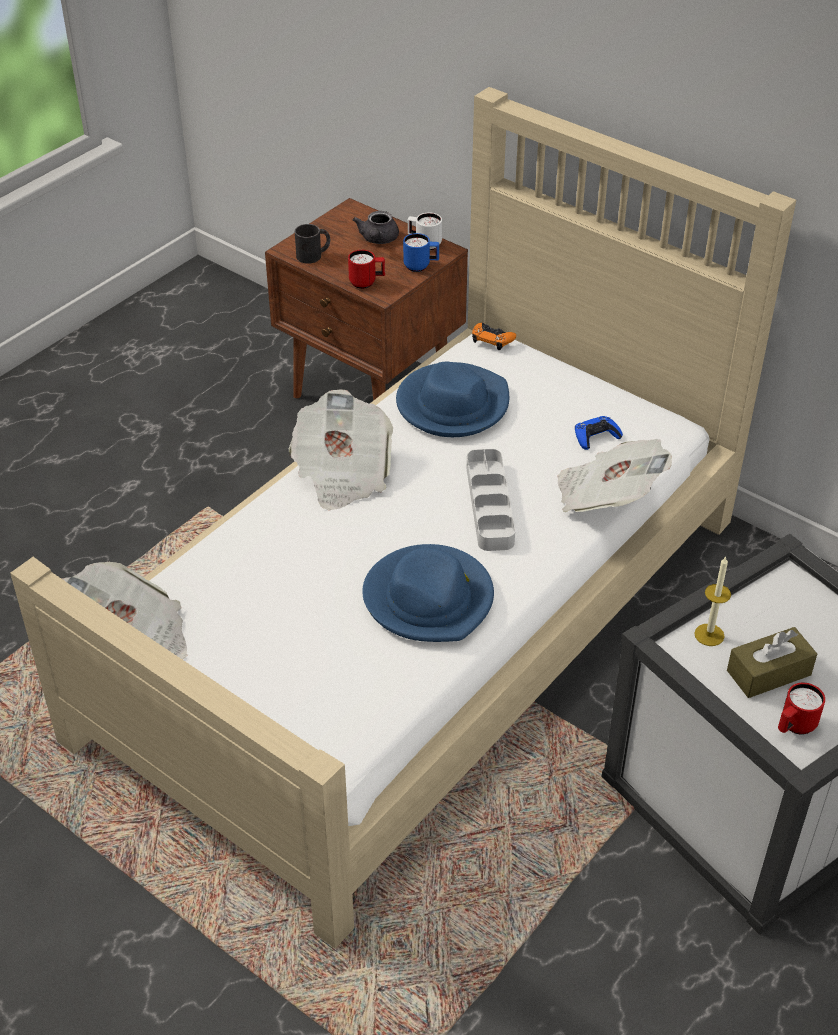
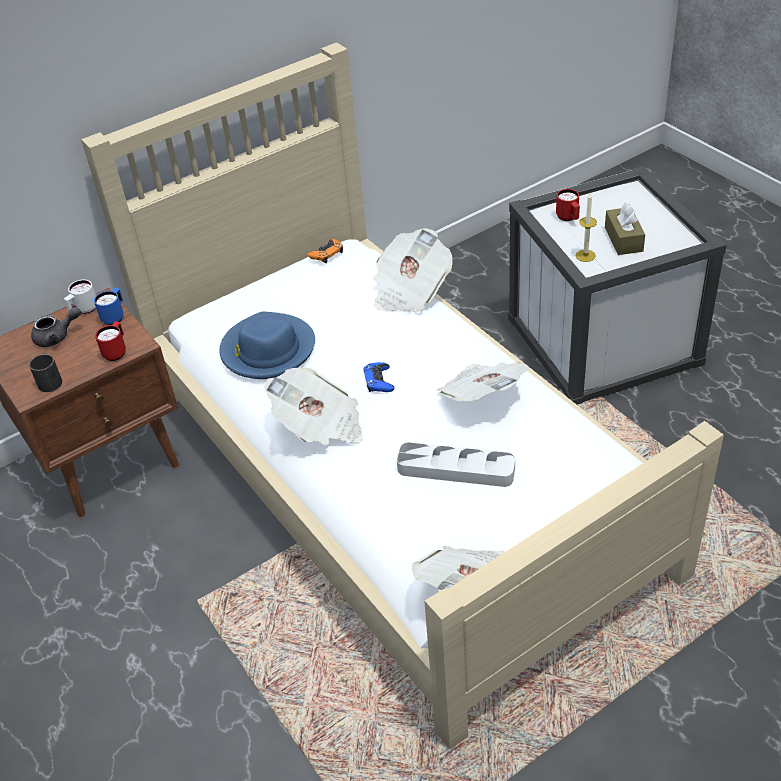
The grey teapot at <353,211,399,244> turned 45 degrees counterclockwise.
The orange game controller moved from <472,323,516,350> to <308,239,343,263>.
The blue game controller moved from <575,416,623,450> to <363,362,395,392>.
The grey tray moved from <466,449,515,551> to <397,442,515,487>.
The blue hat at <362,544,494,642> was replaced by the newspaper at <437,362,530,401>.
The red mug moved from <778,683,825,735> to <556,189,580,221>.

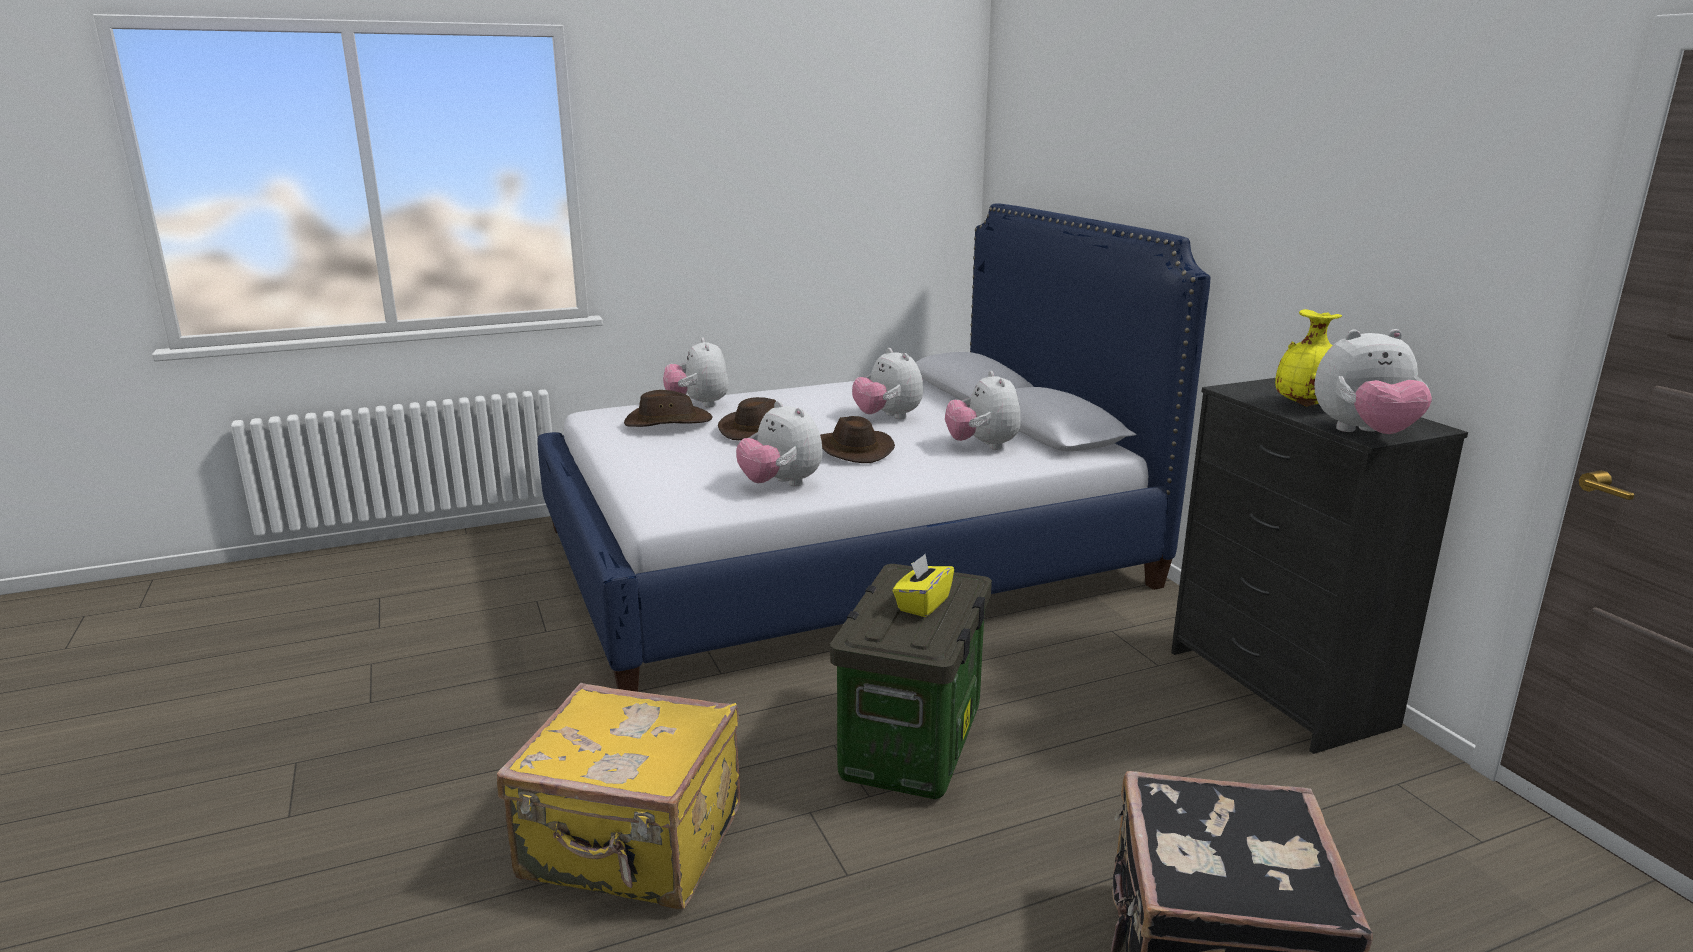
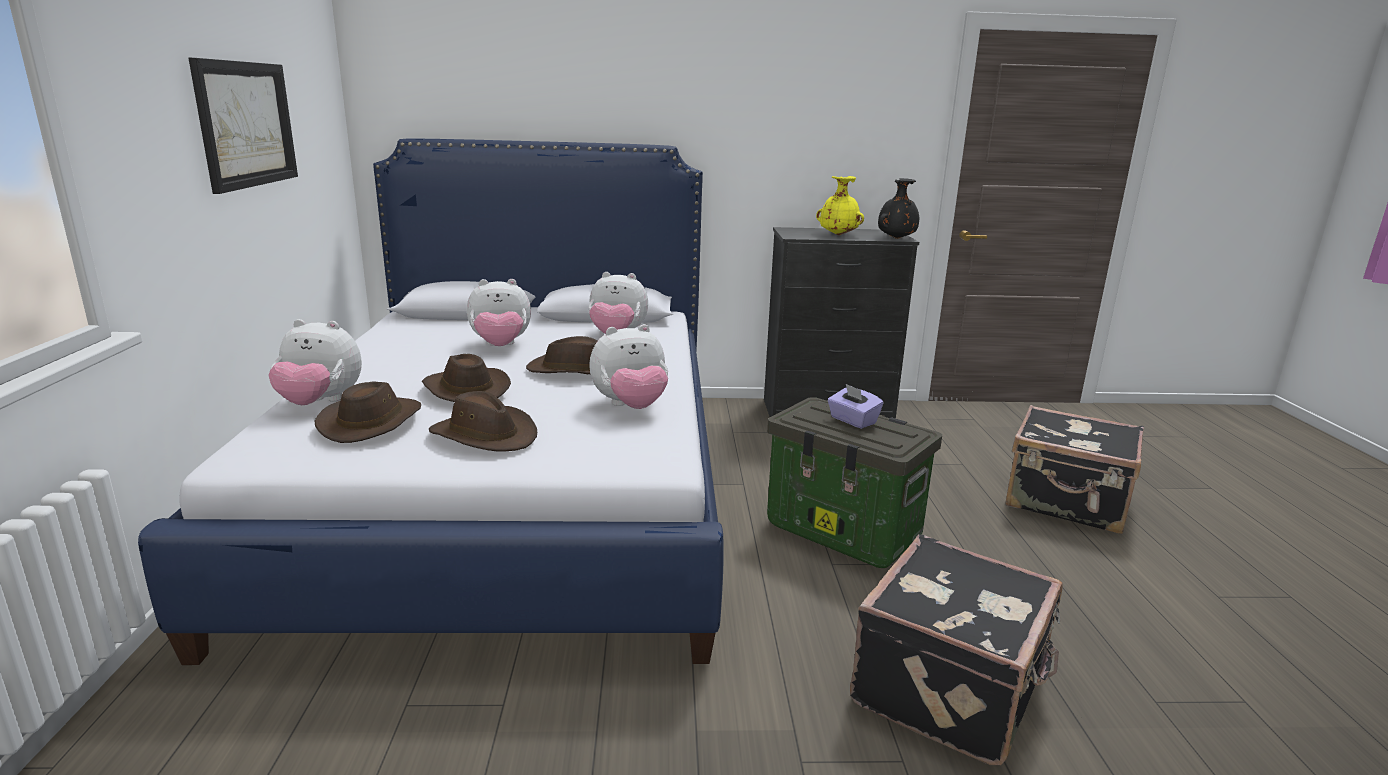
The picture at <189,58,298,194> appeared.
The brown hat at <429,391,537,452> appeared.
The yellow tissue box at <893,554,954,617> became the purple tissue box at <828,384,884,429>.
The yellow suitcase at <497,683,740,909> became the black suitcase at <850,534,1063,765>.
The plush toy at <1314,329,1432,434> was replaced by the black vase at <878,178,919,239>.

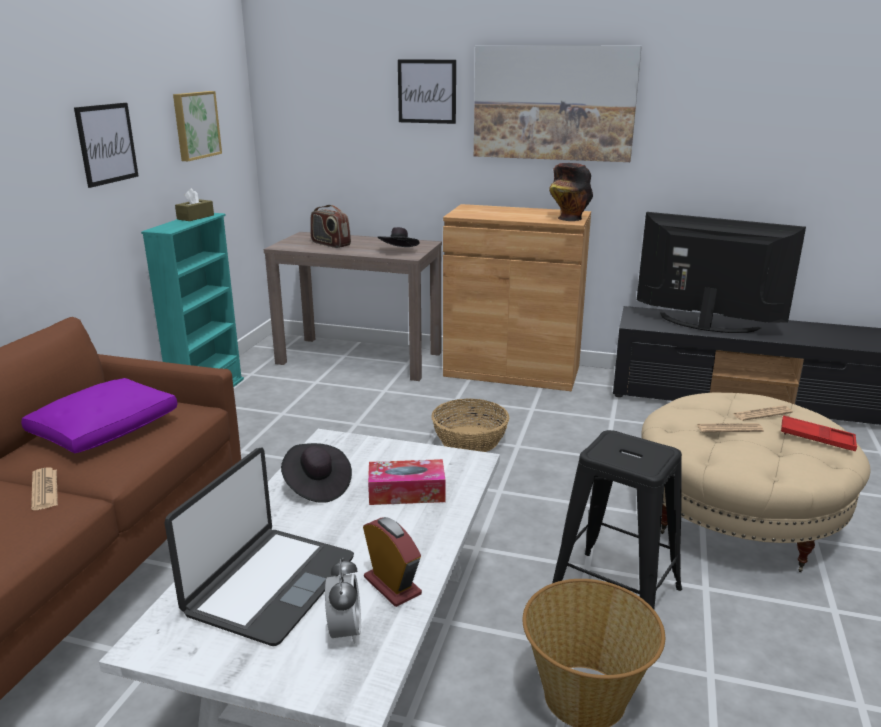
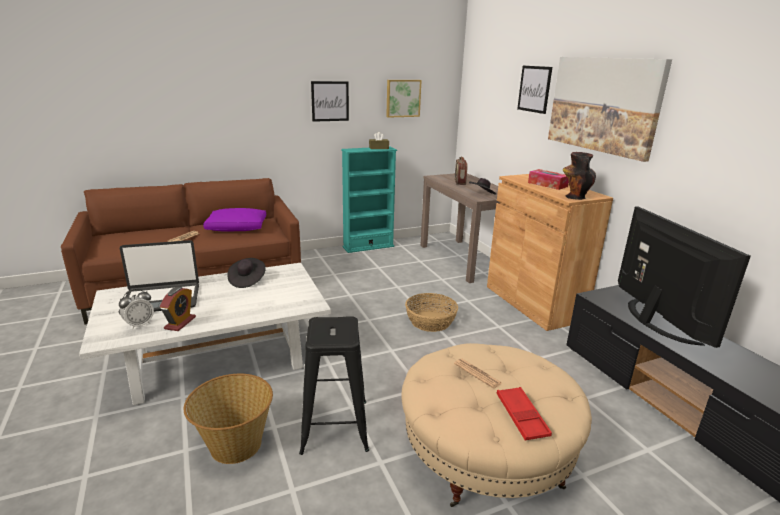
The tissue box moved from <368,459,445,505> to <528,169,569,190>.
The newspaper at <733,406,793,421> disappeared.

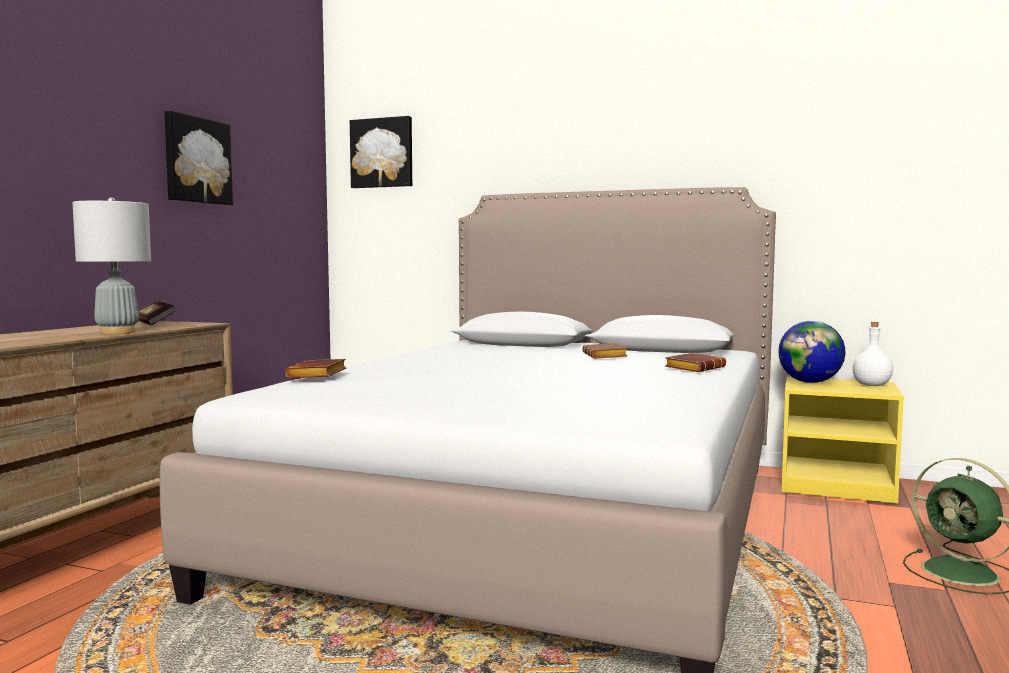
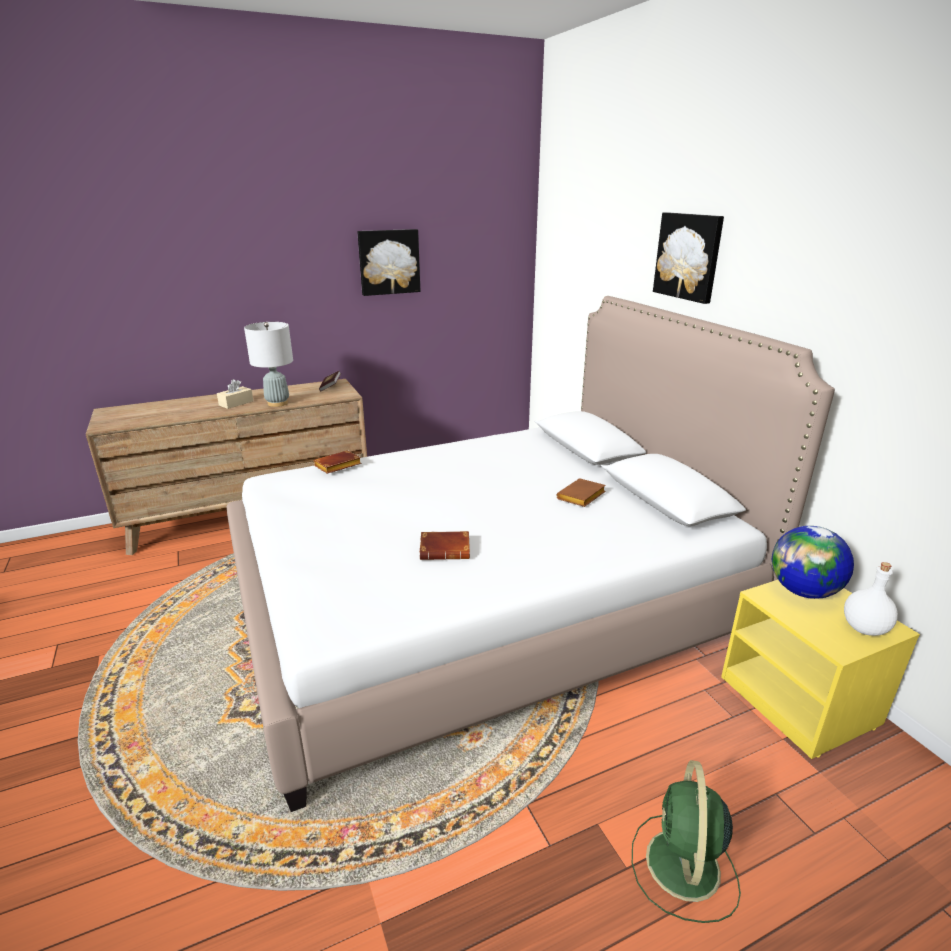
The beige tissue box at <217,379,253,409> appeared.
The brown book moved from <665,353,726,372> to <420,531,470,560>.
The picture moved from <350,116,412,188> to <653,212,724,304>.

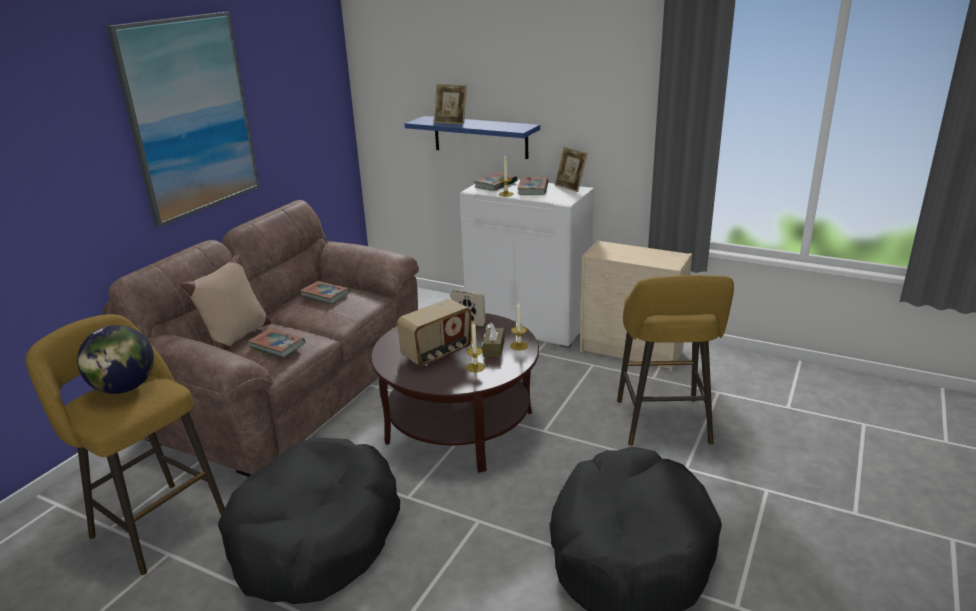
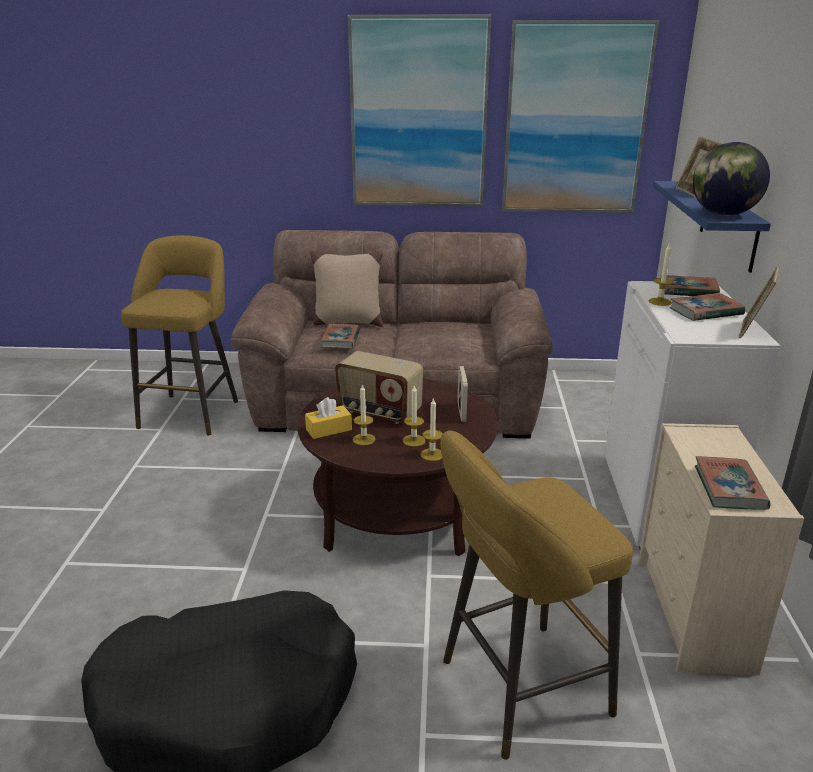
The yellow tissue box at <305,397,352,439> appeared.
The brown tissue box at <482,322,505,357> was replaced by the candle at <403,386,425,447>.
The picture at <502,20,659,213> appeared.
The globe moved from <77,325,154,394> to <693,142,770,216>.
The book moved from <300,281,350,304> to <695,456,771,510>.
The black dog bed at <218,438,400,604> disappeared.

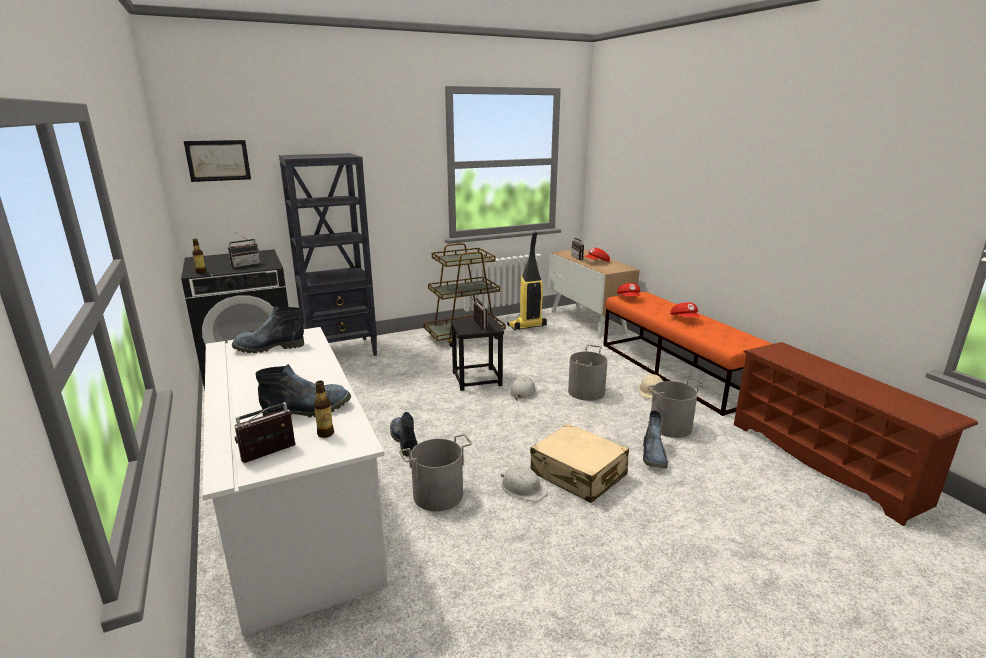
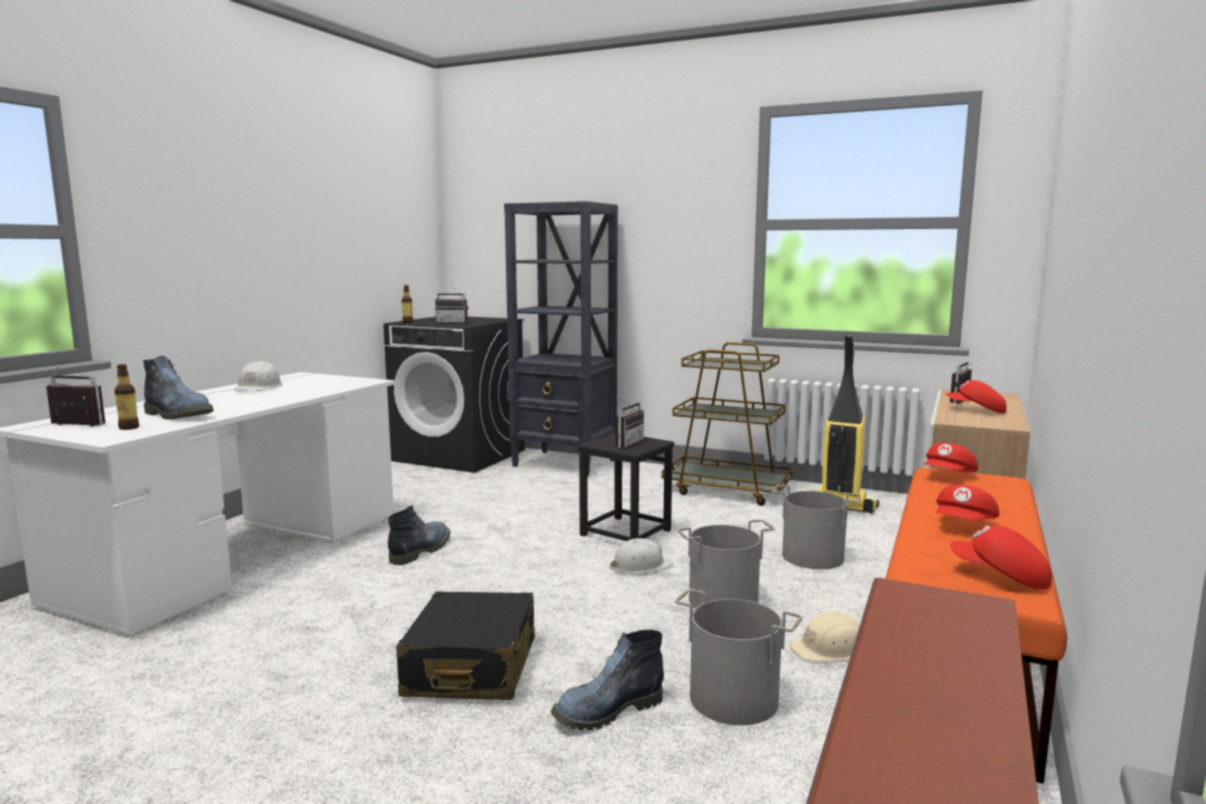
The white hard hat moved from <501,465,548,502> to <234,361,282,391>.
The beige suitcase at <530,424,629,503> became the black suitcase at <396,591,535,700>.
The grey bucket moved from <399,434,472,511> to <772,485,861,569>.
The red cap at <950,525,1052,590> appeared.
The picture at <184,140,251,182> disappeared.
The boot at <232,306,304,353> disappeared.

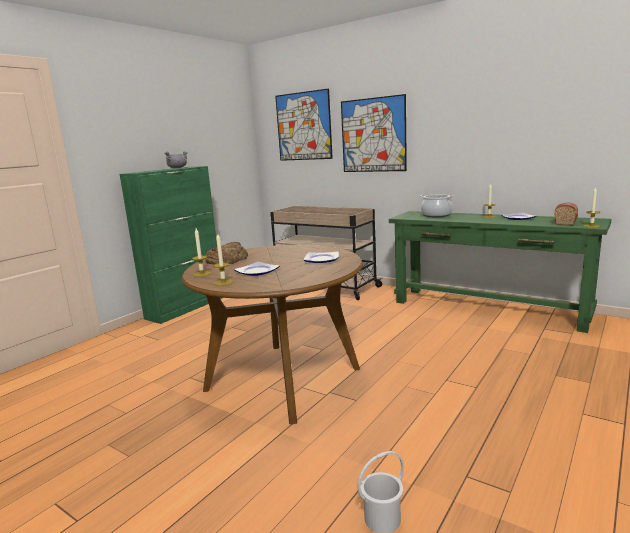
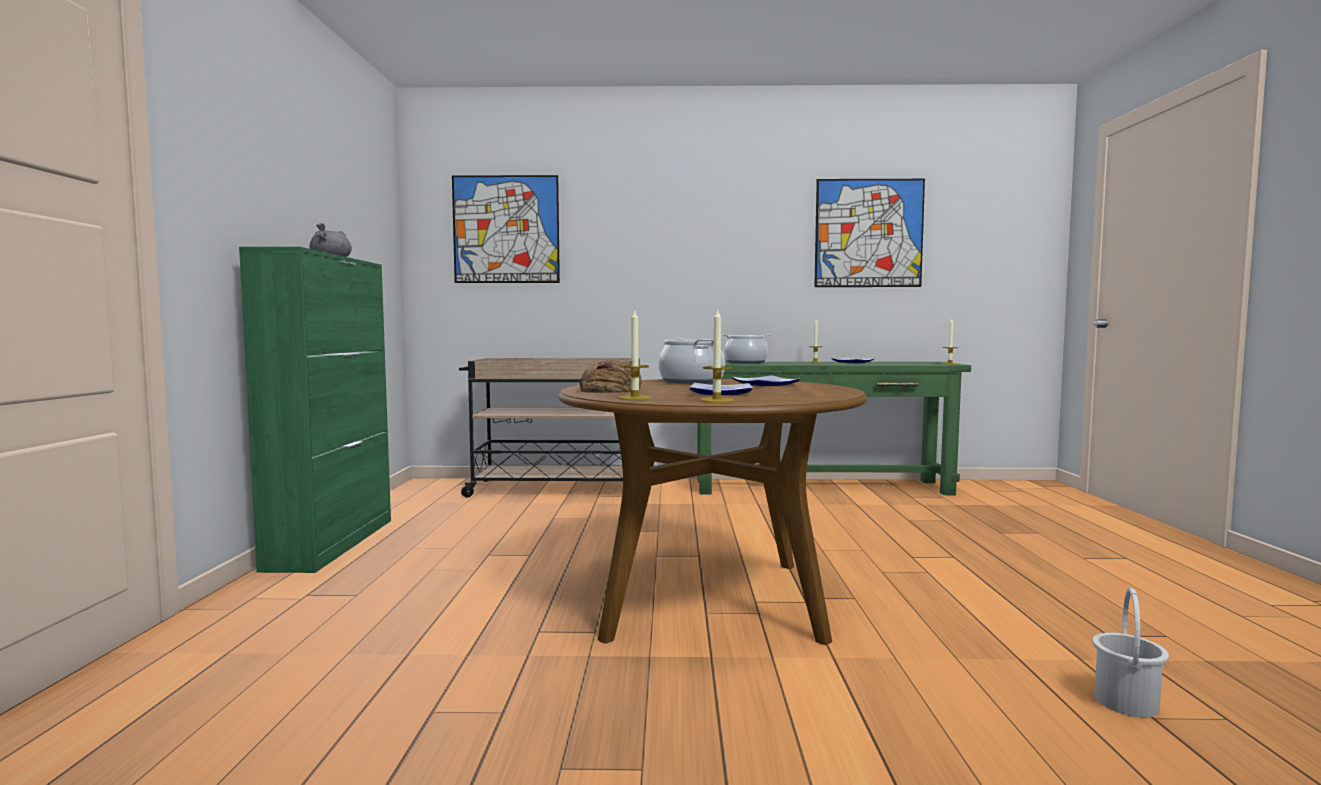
The cooking pot at <658,338,725,384> appeared.
The picture moved from <341,94,407,172> to <814,179,925,287>.
The bread at <555,203,578,225> disappeared.

